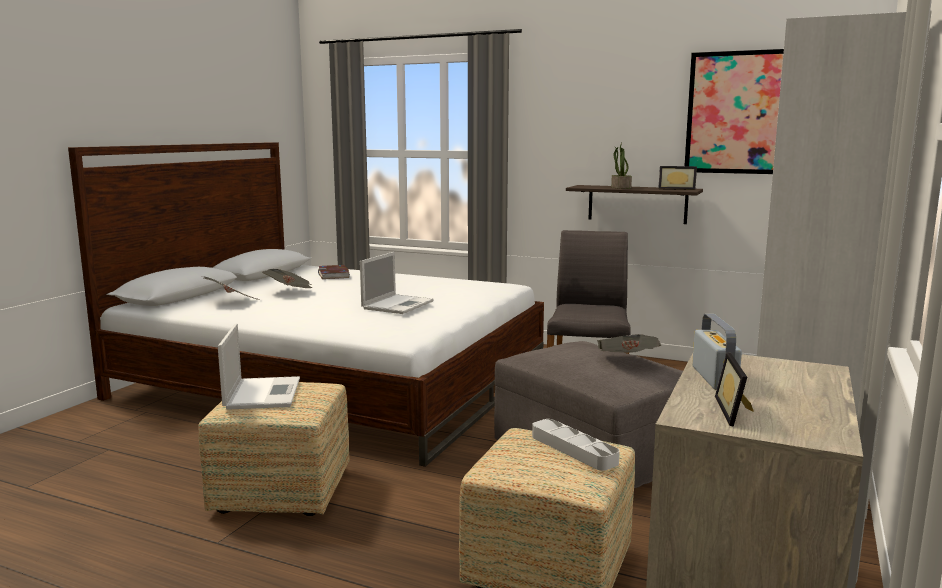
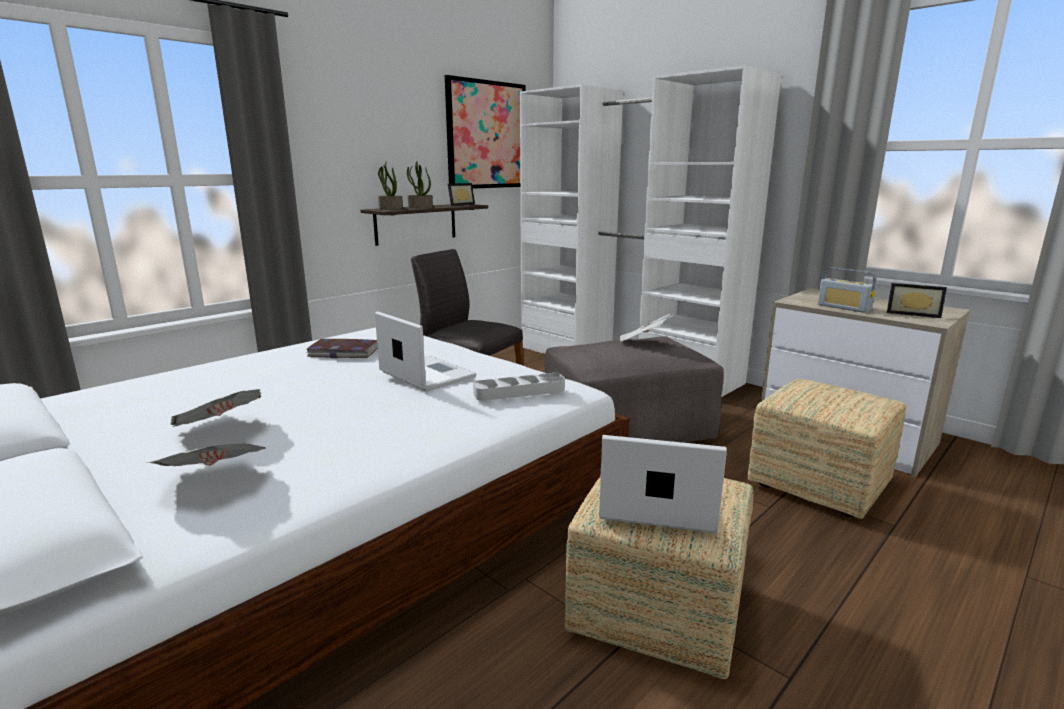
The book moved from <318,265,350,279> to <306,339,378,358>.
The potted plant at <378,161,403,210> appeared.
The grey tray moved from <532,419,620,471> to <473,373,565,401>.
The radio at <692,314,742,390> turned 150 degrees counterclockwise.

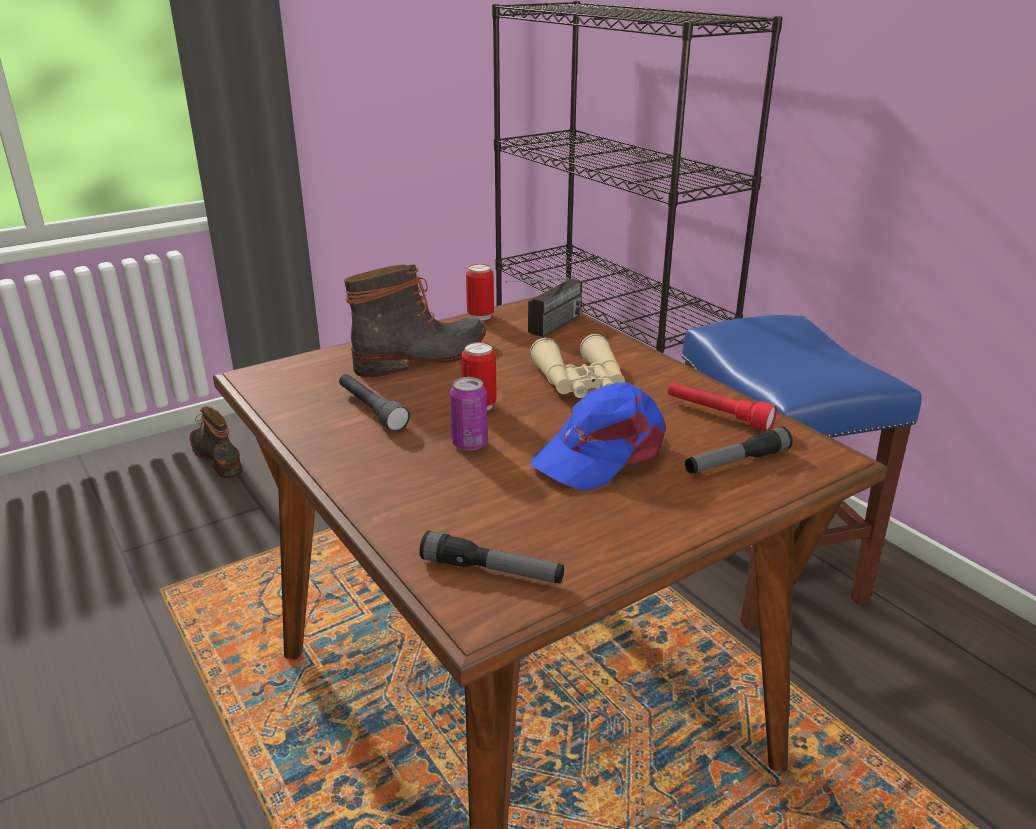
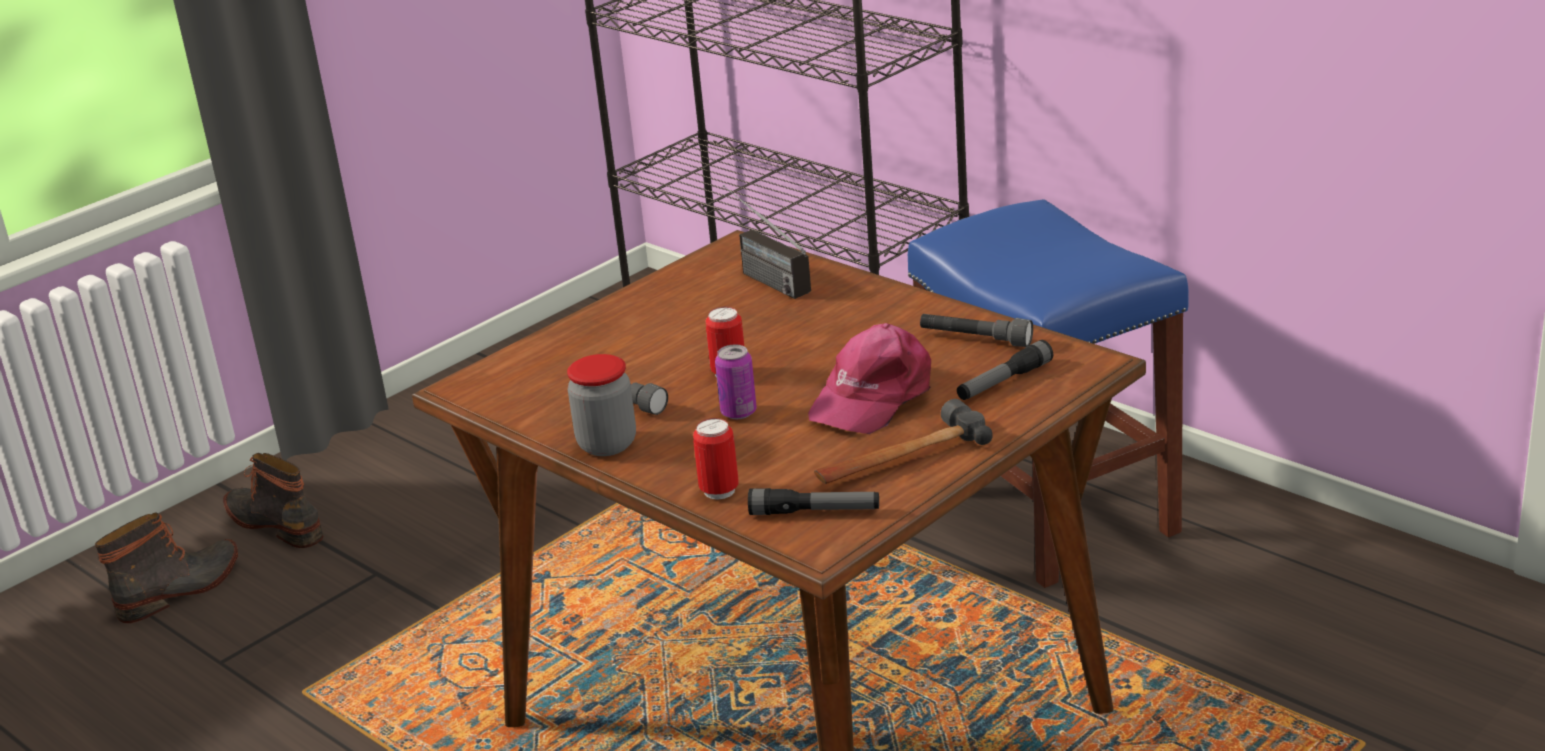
The boot moved from <344,264,486,377> to <95,512,238,623>.
The jar at <567,354,636,456> appeared.
The can moved from <466,264,494,320> to <693,418,739,500>.
The radio at <505,277,583,337> turned 120 degrees clockwise.
The blue cap at <530,382,666,491> became the pink cap at <808,323,931,434>.
The hammer at <814,399,993,484> appeared.
The red flashlight at <668,382,777,431> became the grey flashlight at <920,314,1033,347>.
The beige binoculars at <530,334,625,398> disappeared.

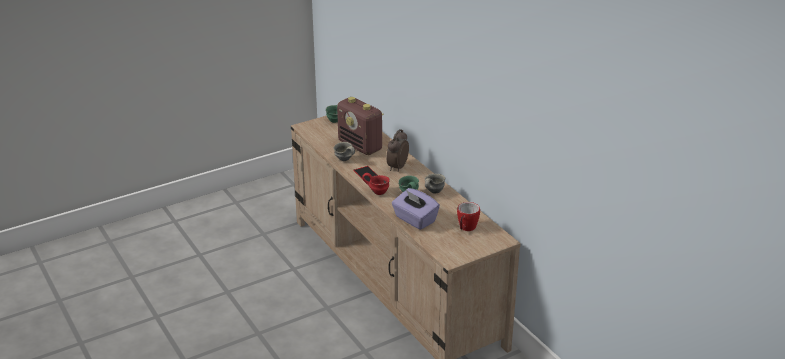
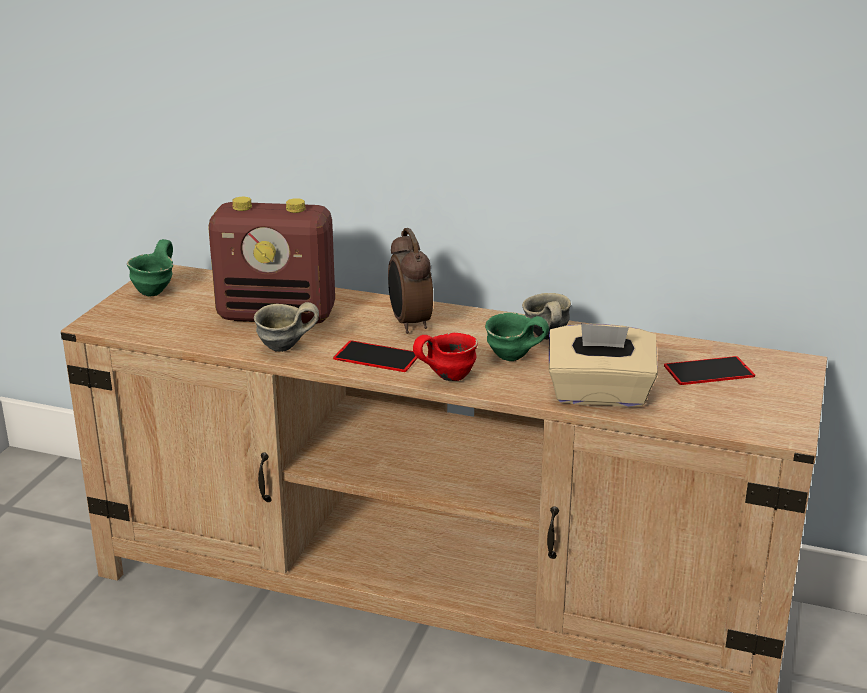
The purple tissue box at <392,188,440,230> became the beige tissue box at <549,323,658,407>.
The mug at <457,202,480,231> was replaced by the phone at <664,356,755,385>.

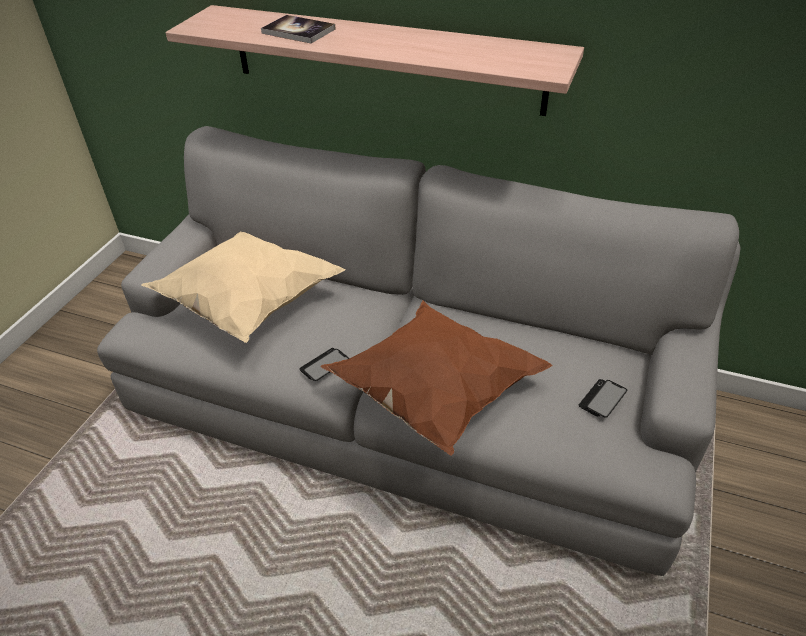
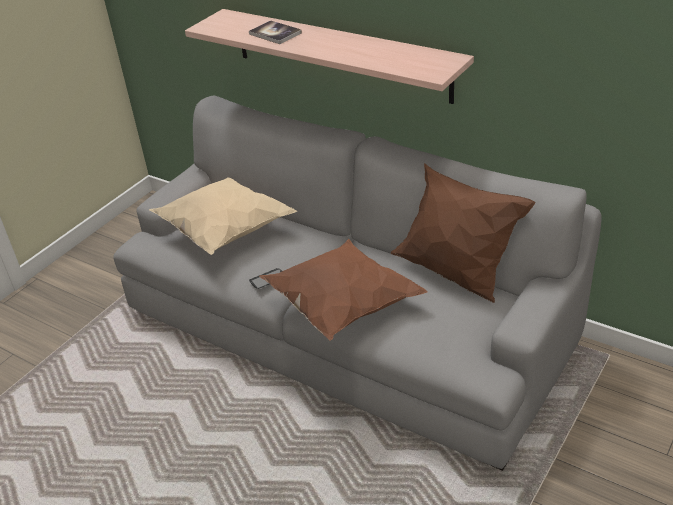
The brown pillow at <391,163,535,303> appeared.
The phone at <579,379,627,417> disappeared.

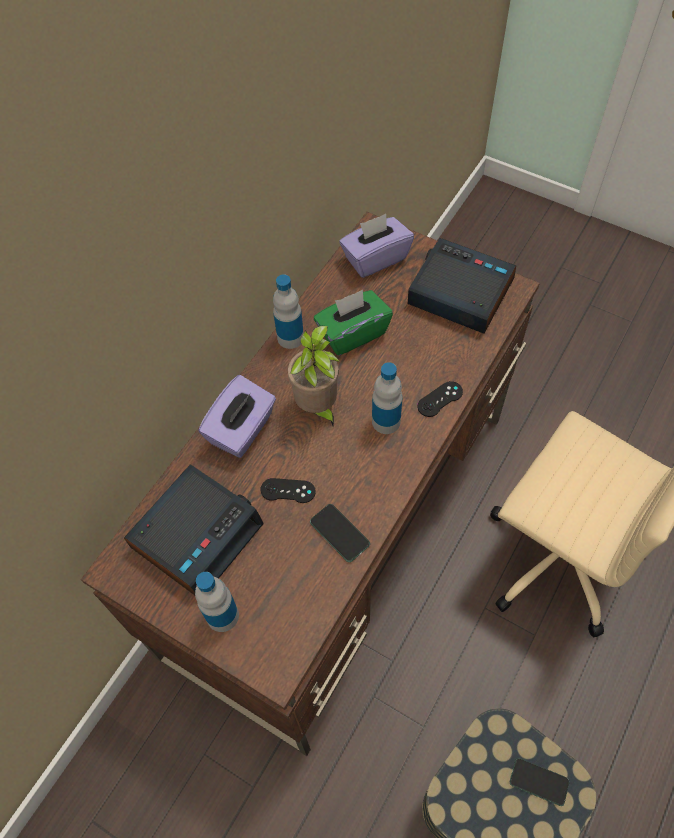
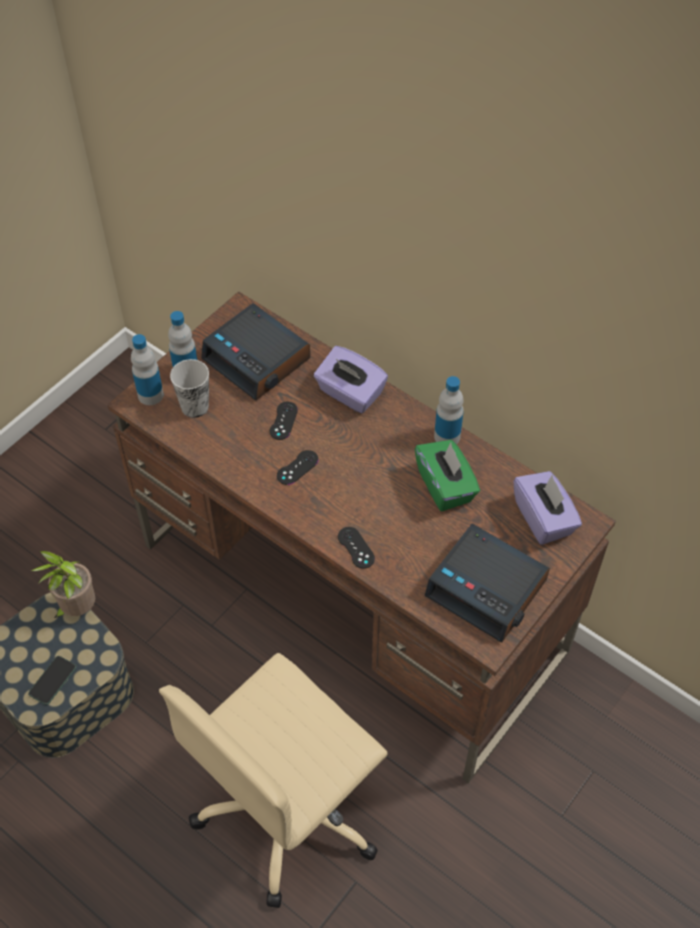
The potted plant moved from <288,326,340,426> to <31,551,95,618>.
The bottle moved from <372,362,403,434> to <131,334,164,405>.
The cup at <170,359,209,418> appeared.
The black game controller at <277,450,319,485> appeared.
The alarm clock at <408,238,516,334> turned 90 degrees clockwise.
The phone at <310,504,370,562> disappeared.

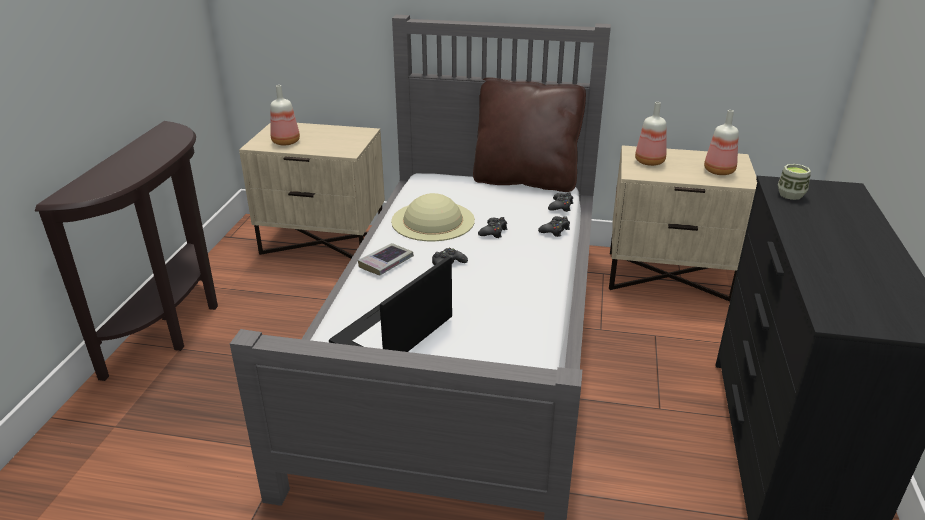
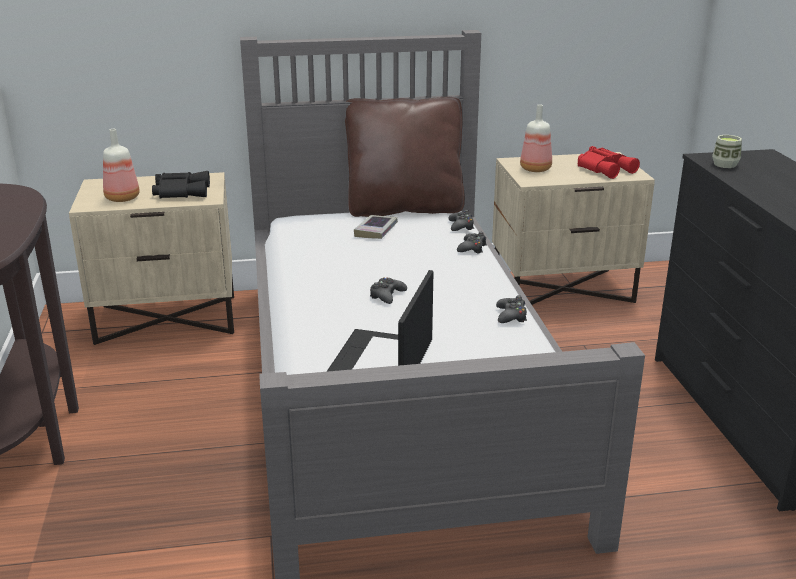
The black binoculars at <152,171,210,199> appeared.
The book moved from <358,243,414,275> to <354,215,398,239>.
The black game controller moved from <478,217,507,238> to <496,295,527,323>.
The bottle at <704,110,739,175> was replaced by the red binoculars at <578,146,640,179>.
The beige hat at <391,193,475,241> disappeared.

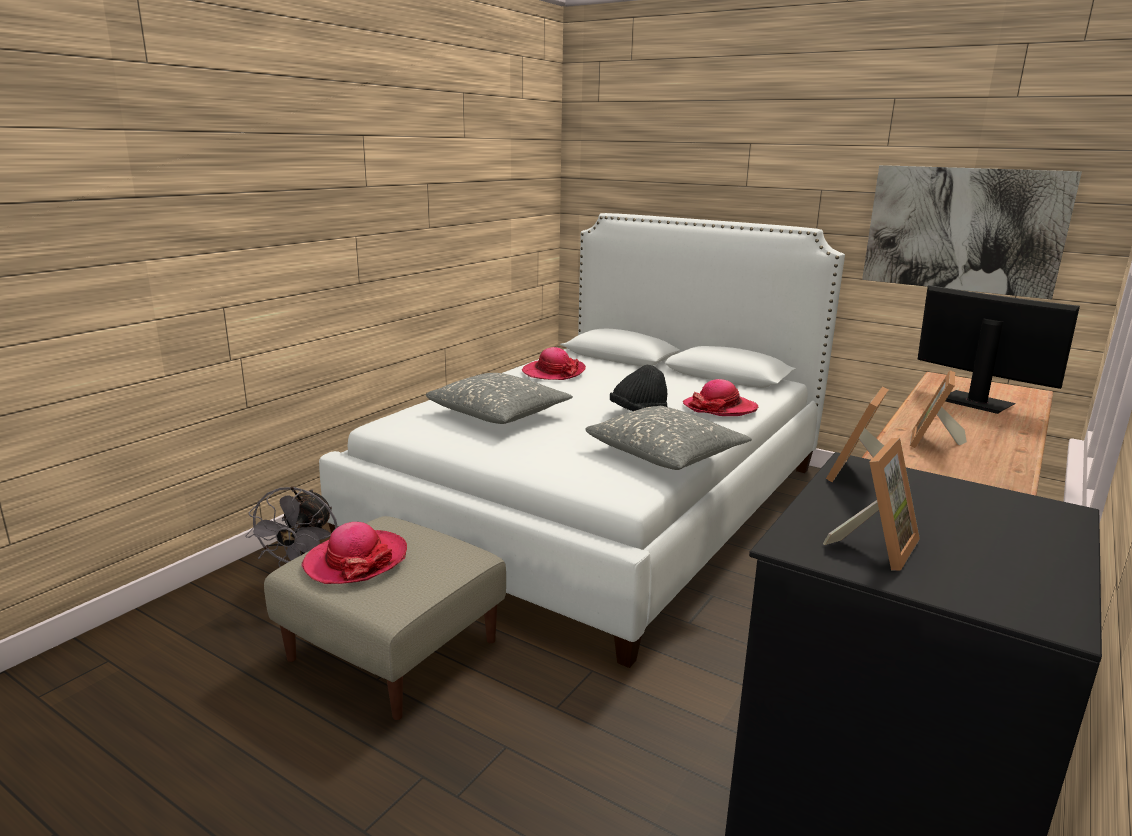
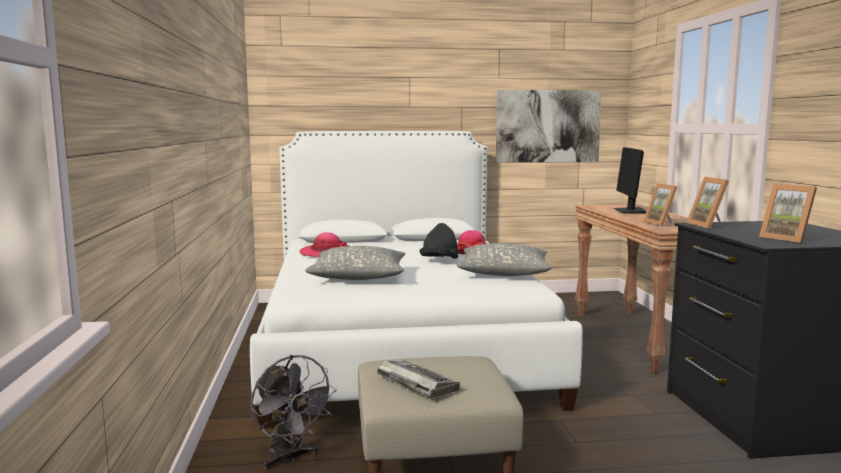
The hat at <301,522,407,584> was replaced by the keyboard at <377,360,460,398>.
The monitor at <917,285,1080,414> turned 90 degrees counterclockwise.
The picture frame at <823,438,920,571> turned 150 degrees clockwise.

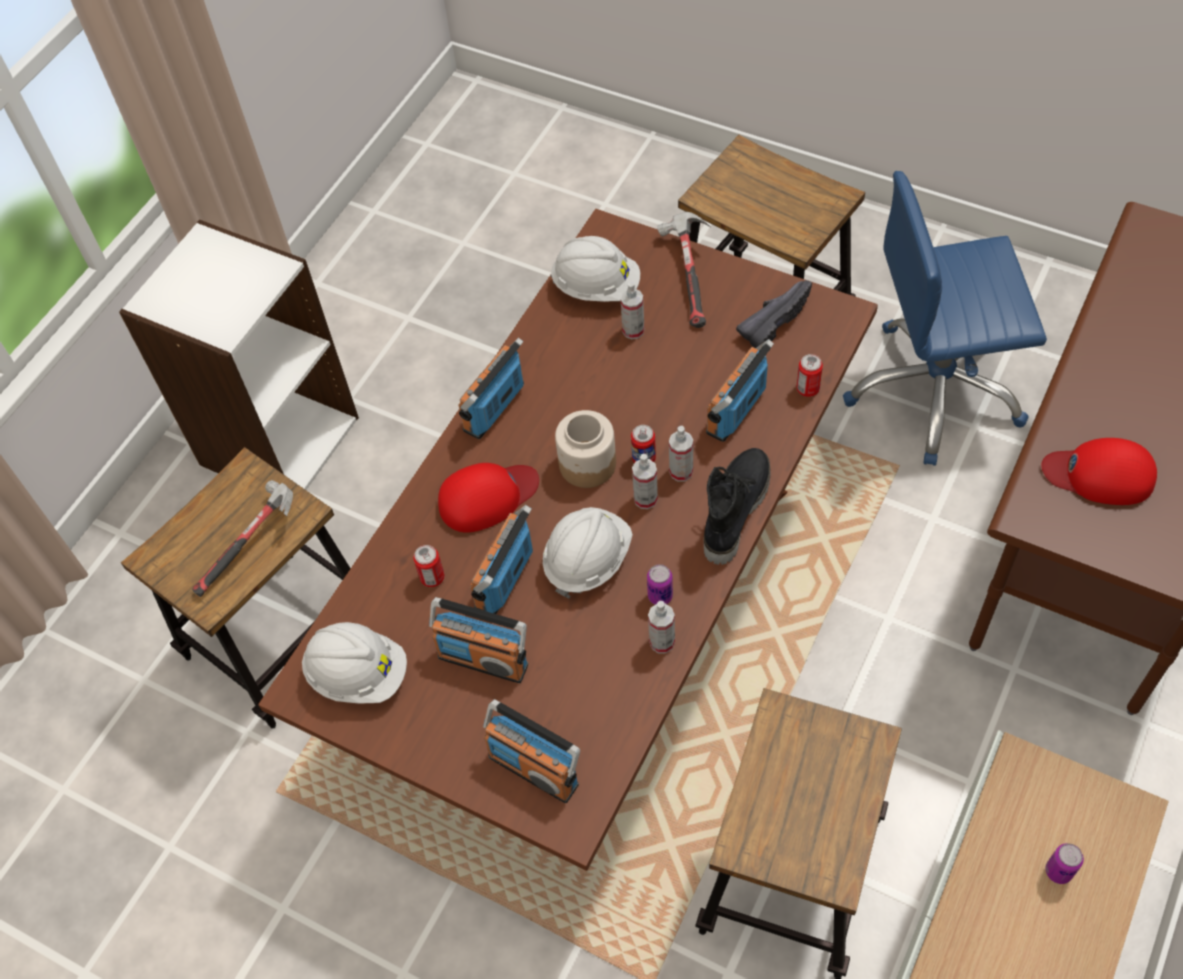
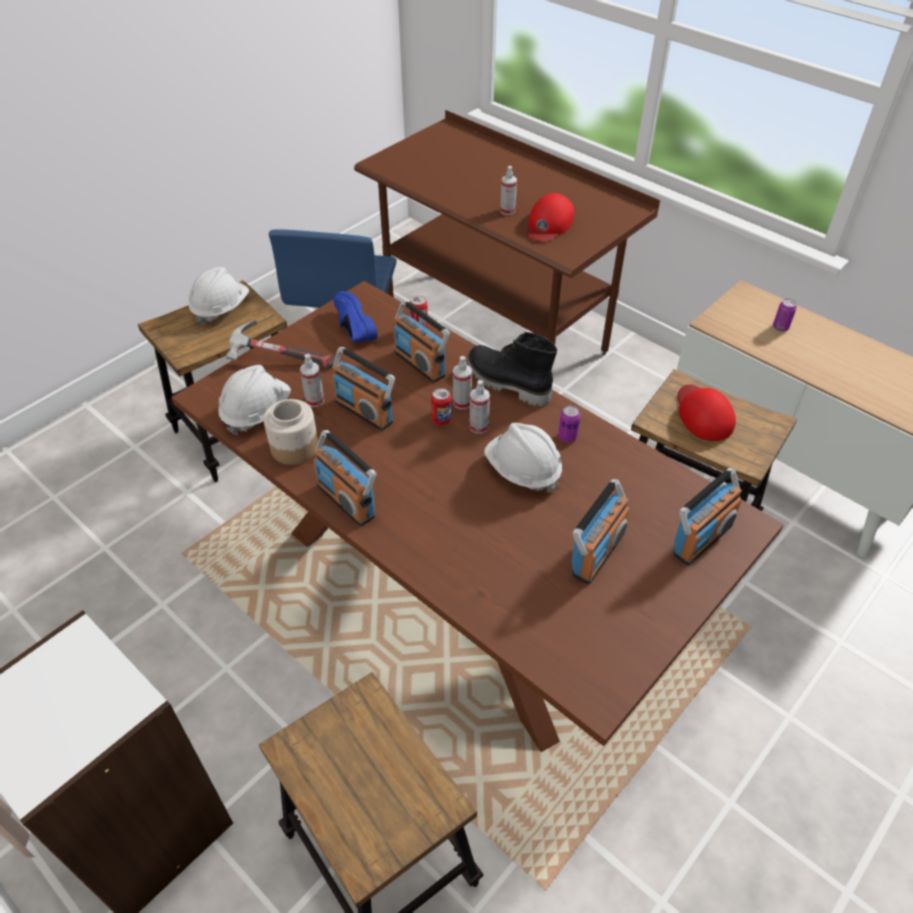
The white hard hat moved from <302,622,407,704> to <189,267,249,325>.
The jar moved from <555,410,616,488> to <264,399,318,465>.
The radio moved from <470,505,533,614> to <332,347,395,431>.
The black shoe at <736,280,812,348> became the blue shoe at <333,291,377,342>.
The spray bottle moved from <648,601,675,653> to <500,166,517,215>.
The red cap moved from <438,463,539,533> to <677,384,736,441>.
The hammer at <192,480,293,597> disappeared.
The can at <414,545,445,587> disappeared.

